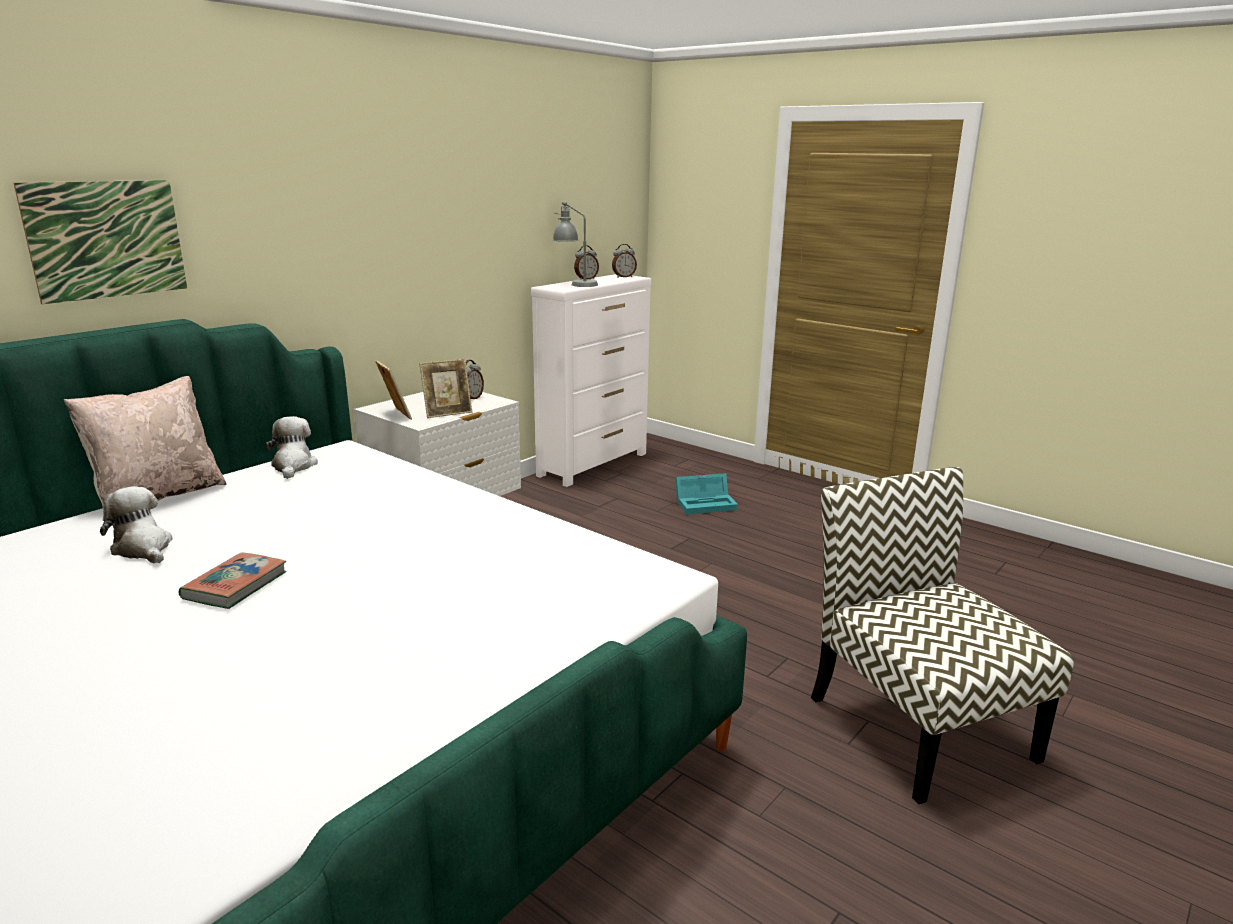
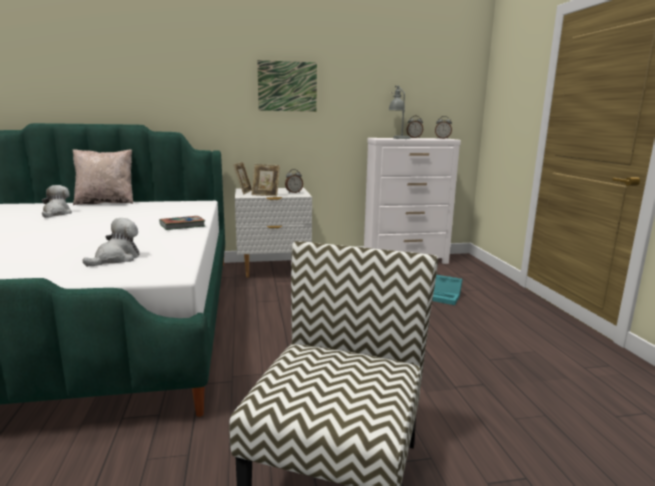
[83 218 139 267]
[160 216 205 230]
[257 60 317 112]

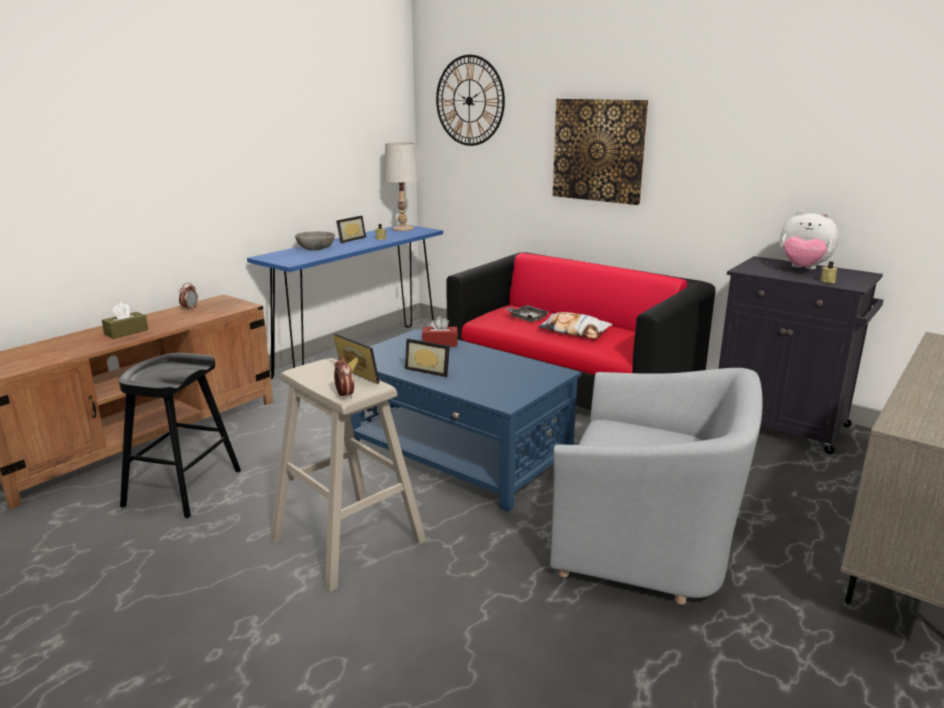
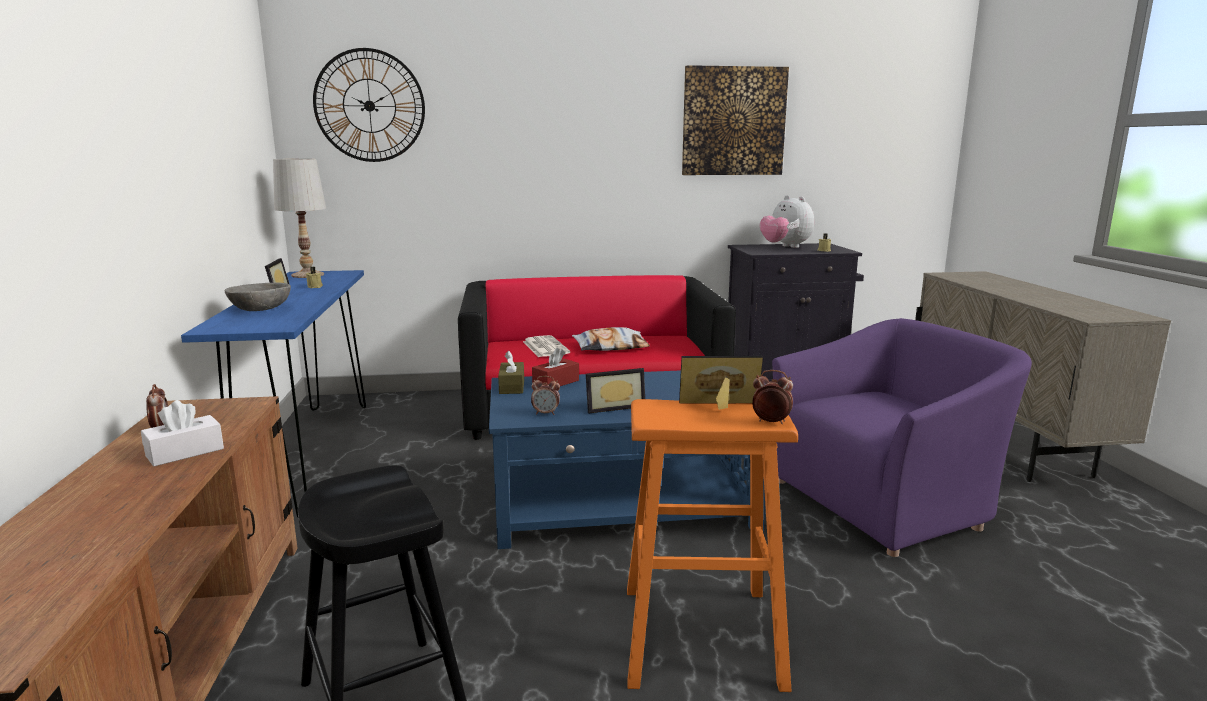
[141 400 224 466]
[498 350 524 394]
[523 335 570 357]
[531 376 560 415]
[627 399 798 692]
[682 65 789 175]
[760 195 814 248]
[772 318 1032 557]

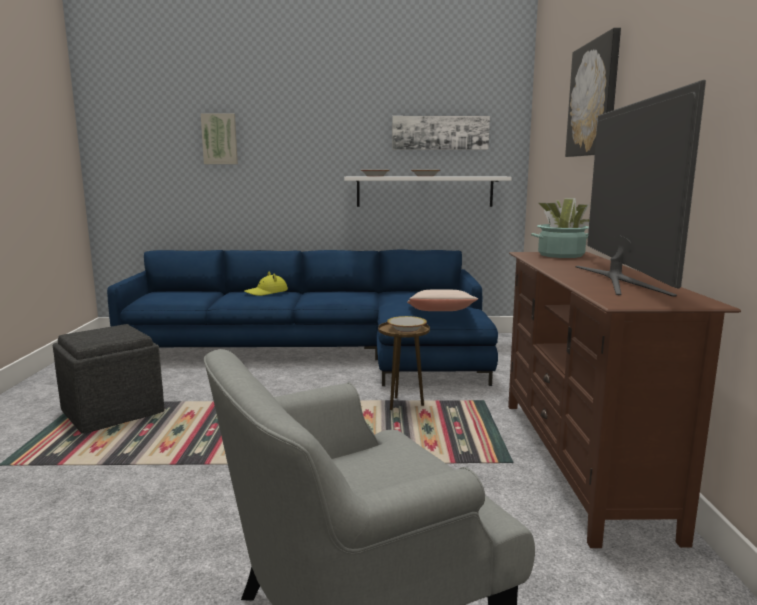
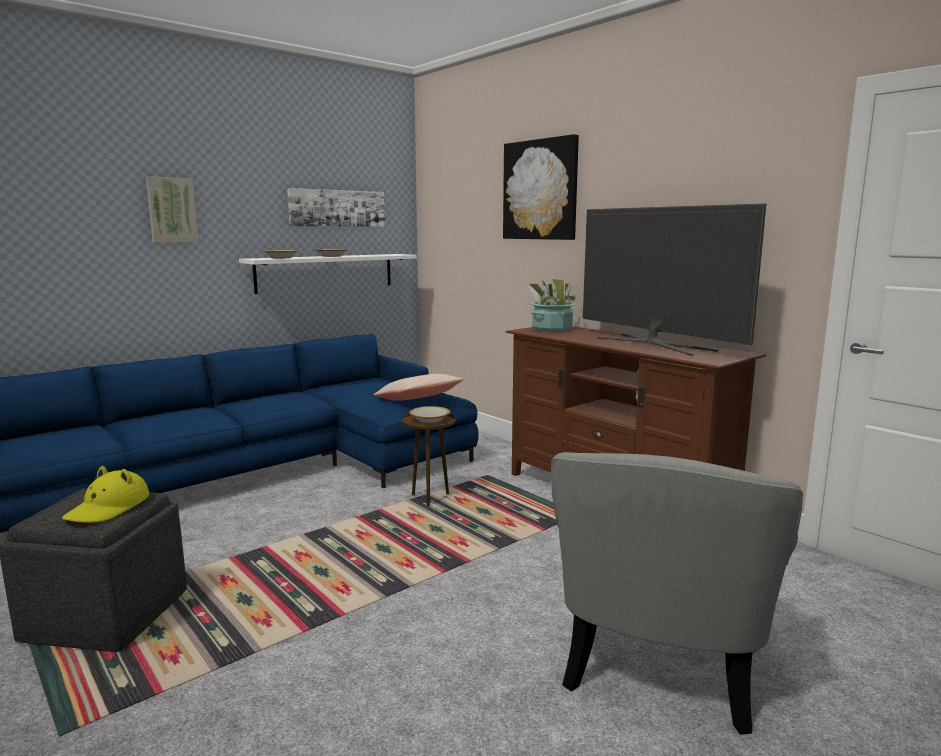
[62 466 150 523]
[146 176 198 243]

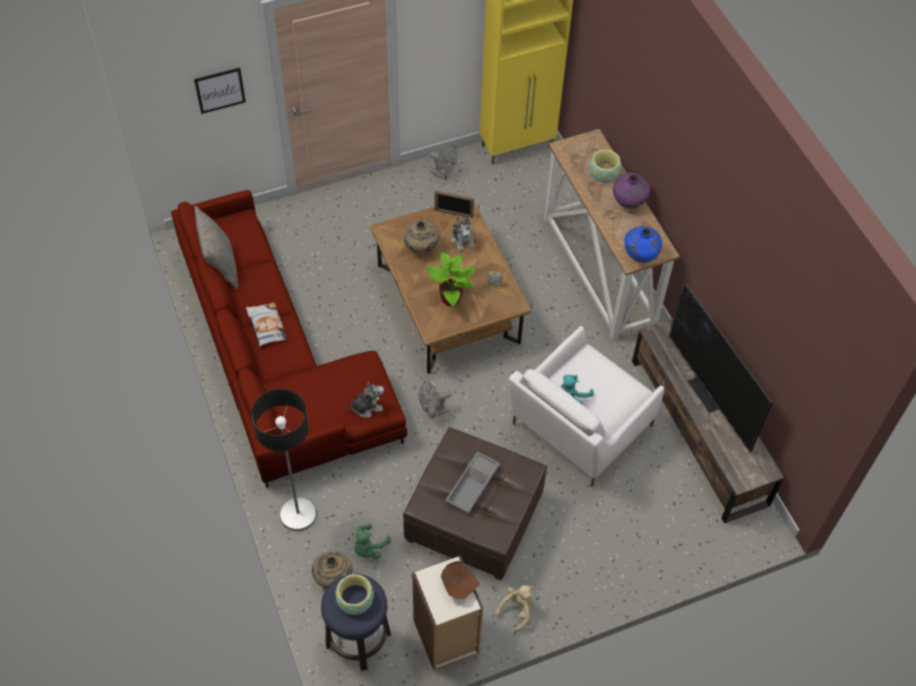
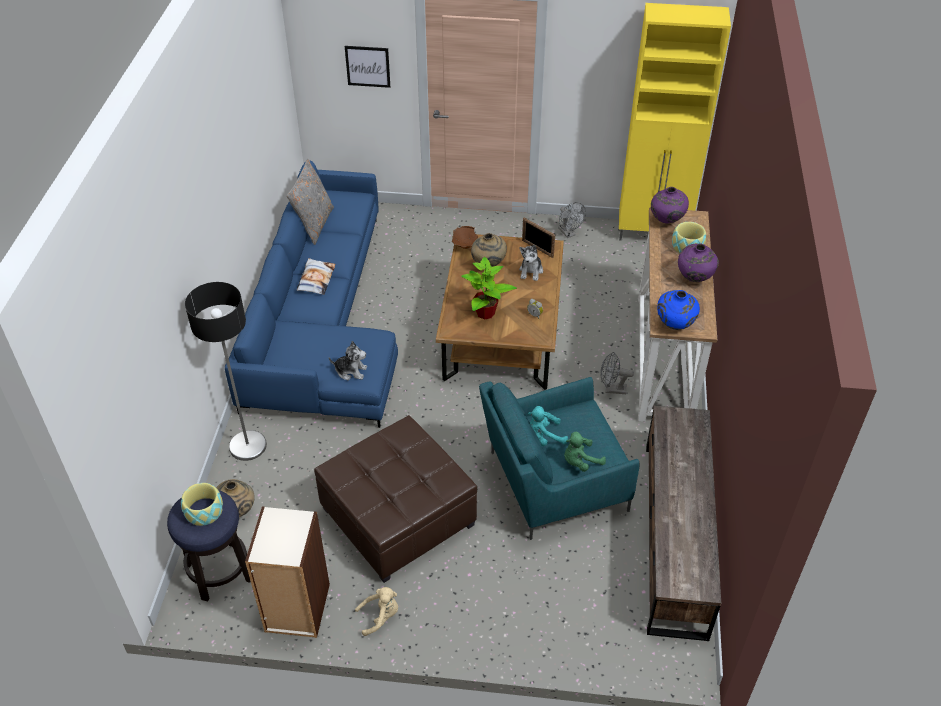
[225 161 398 428]
[452 226 478 249]
[479 377 639 540]
[564 432 606 472]
[600 352 634 394]
[651 187 689 223]
[445 451 500 515] (first image)
[669 282 772 453] (first image)

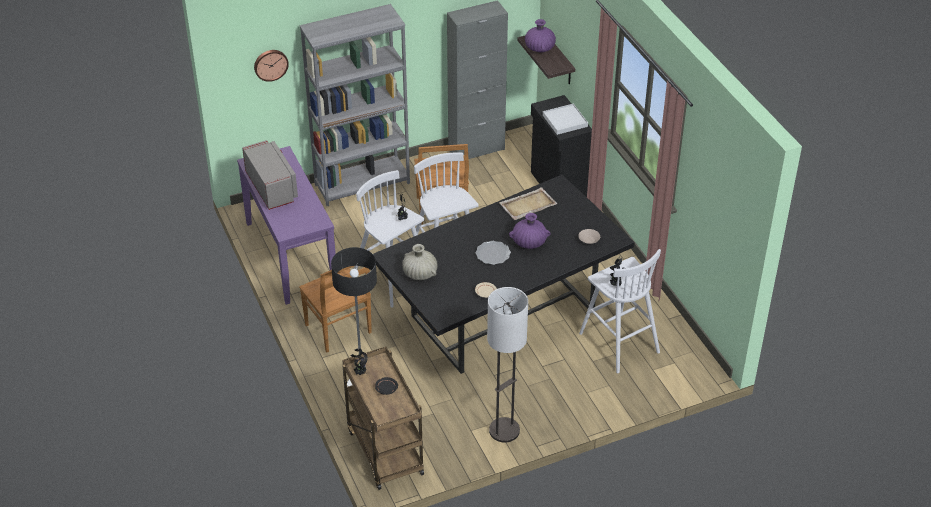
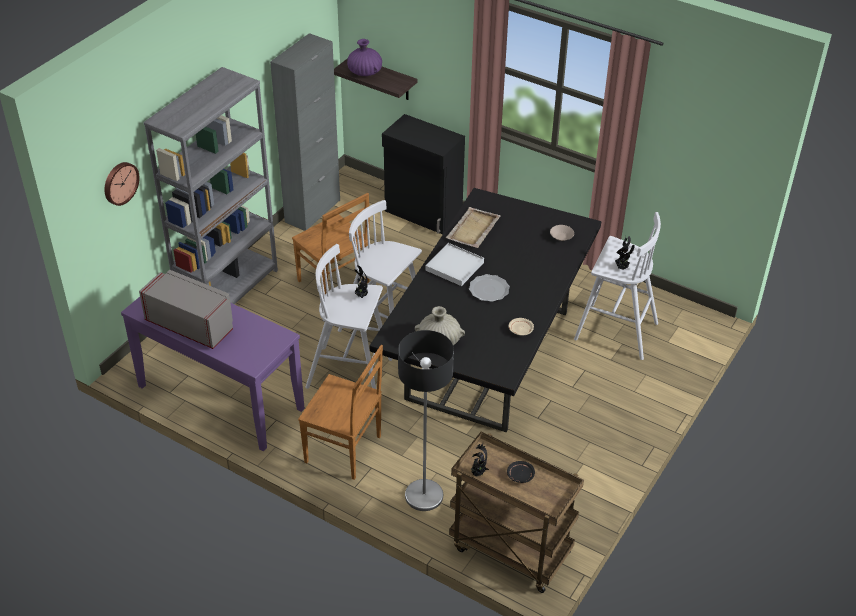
[426 243 484 286]
[487 287 528 443] (first image)
[509 213 550 249] (first image)

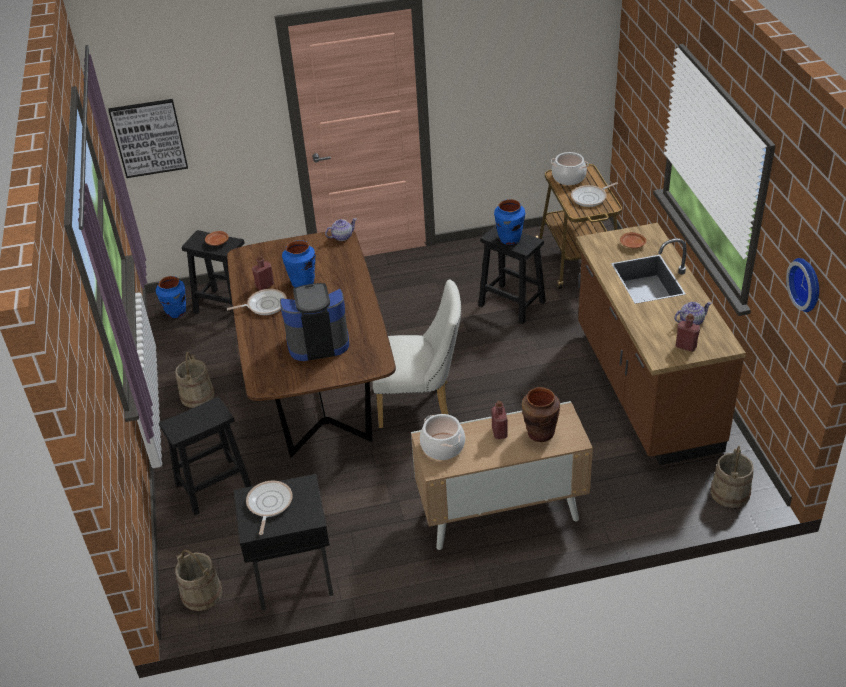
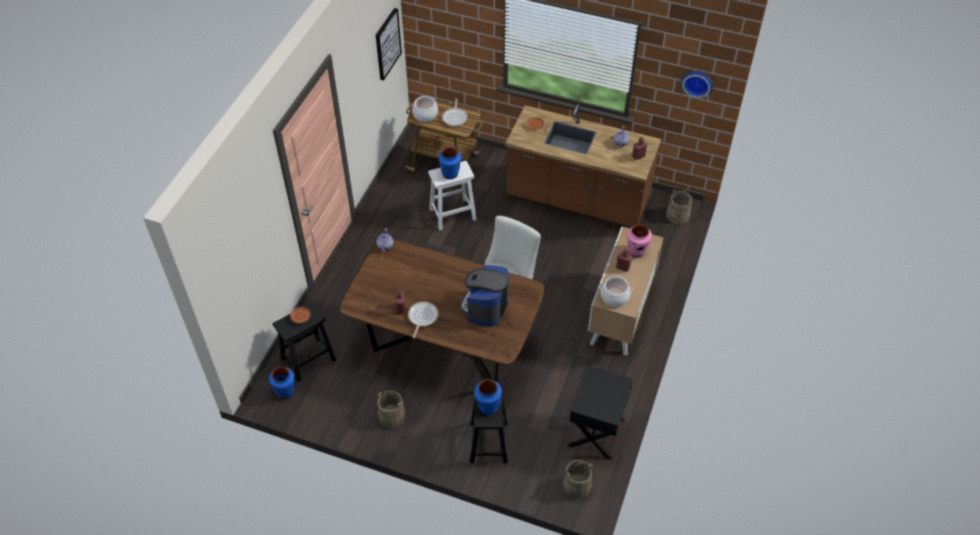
[376 8 402 80]
[428 161 477 230]
[475 379 502 415]
[627 224 652 258]
[246 481 293 535] (first image)

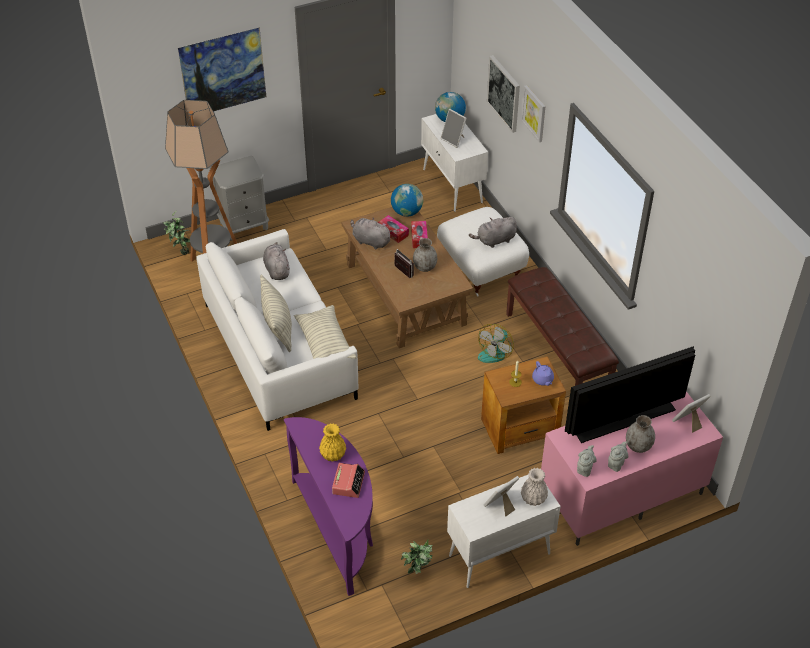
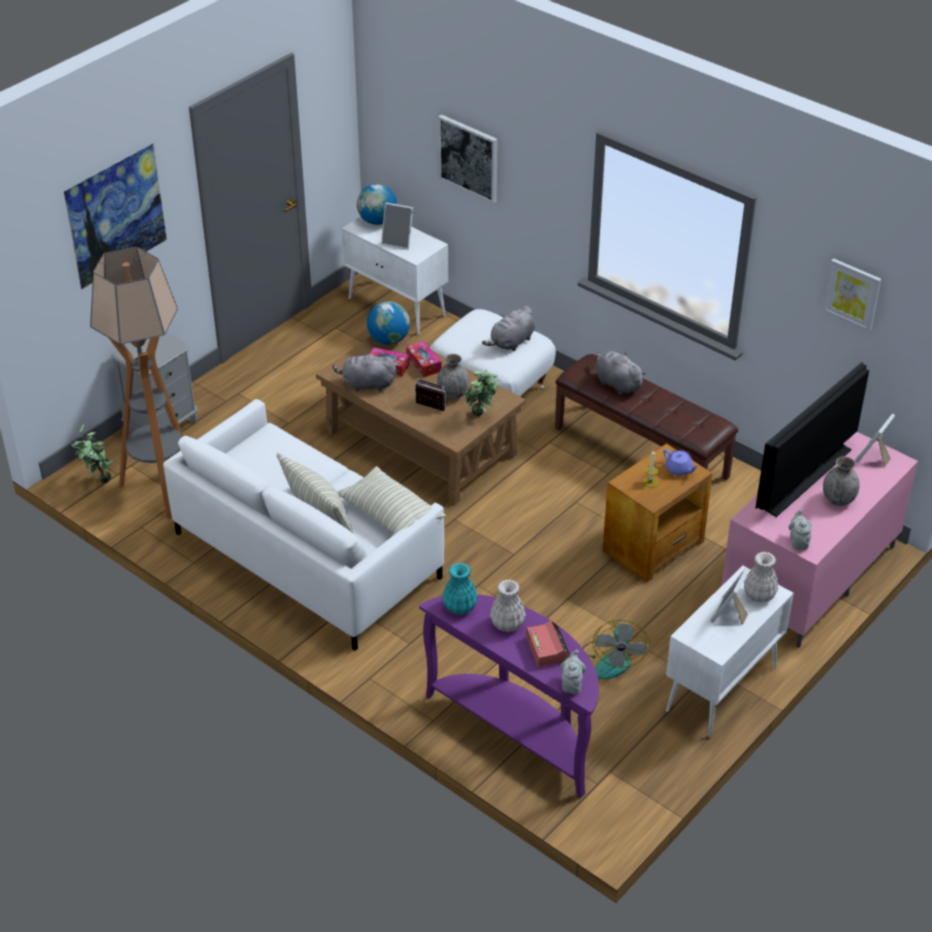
[442 563 477 615]
[463 370 500 416]
[490 579 526 632]
[560 650 586 694]
[583 619 650 679]
[595 351 646 395]
[823 258 881 332]

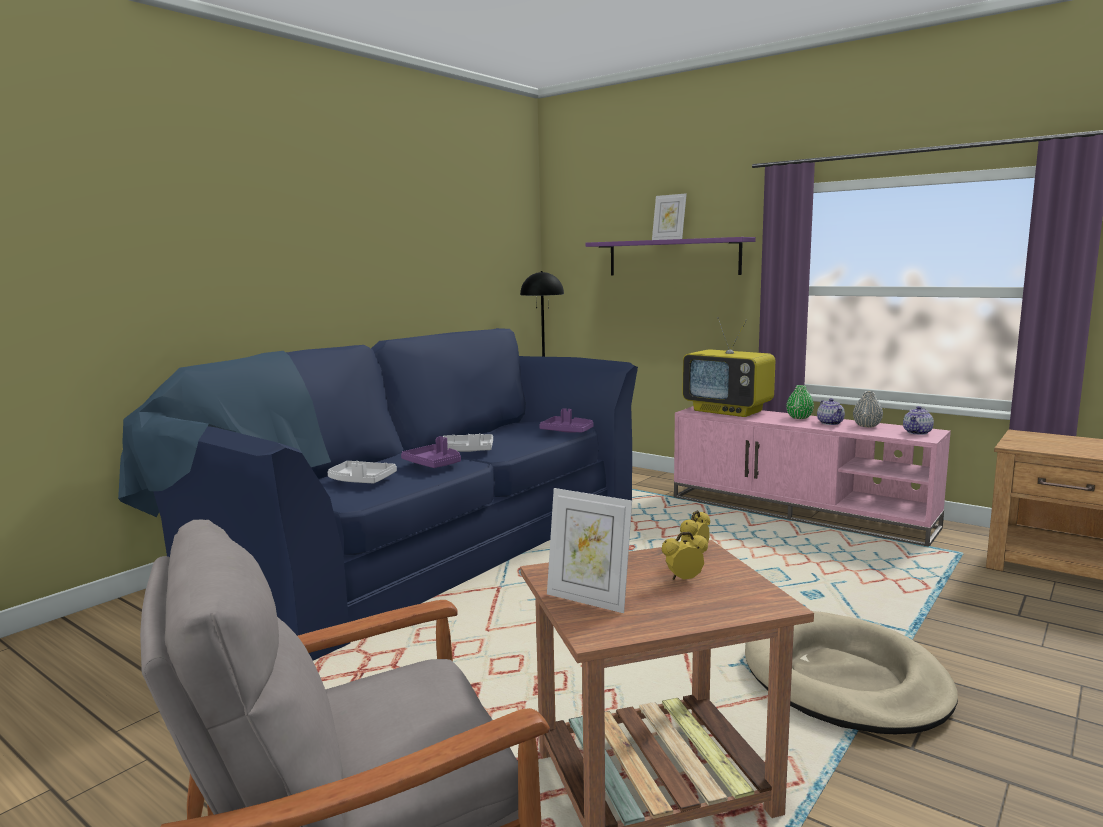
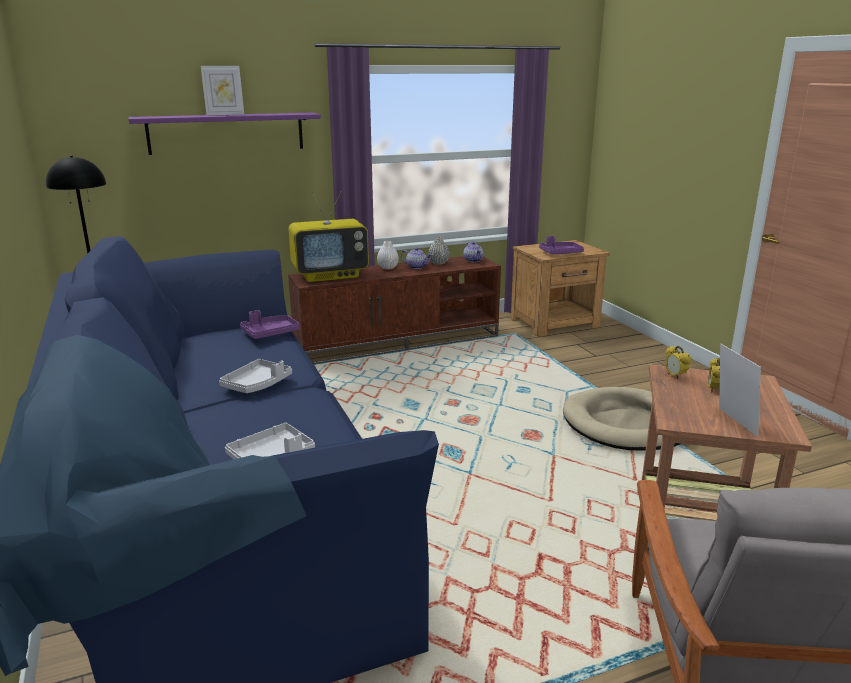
[288 256 501 364]
[377 241 399 270]
[539 236 584 254]
[720 344 761 437]

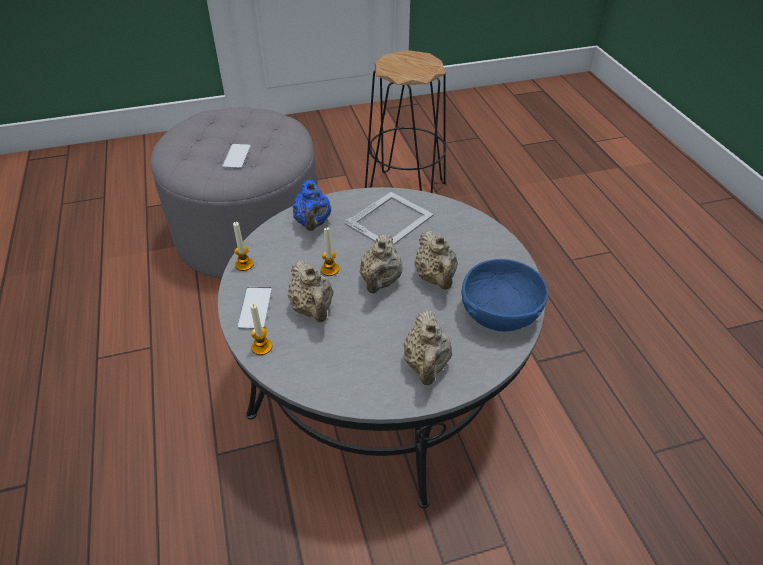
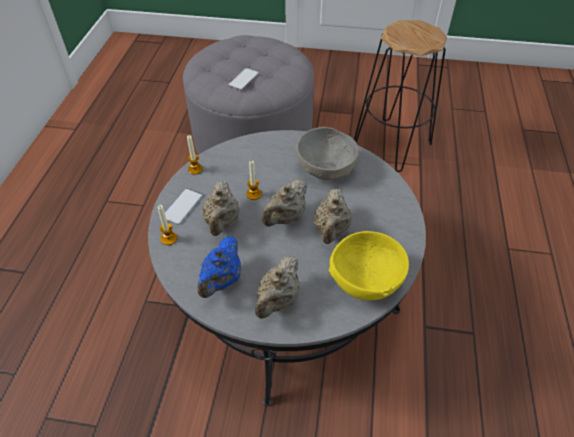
[198 236 241 298]
[295 127 359 180]
[329 231 409 300]

